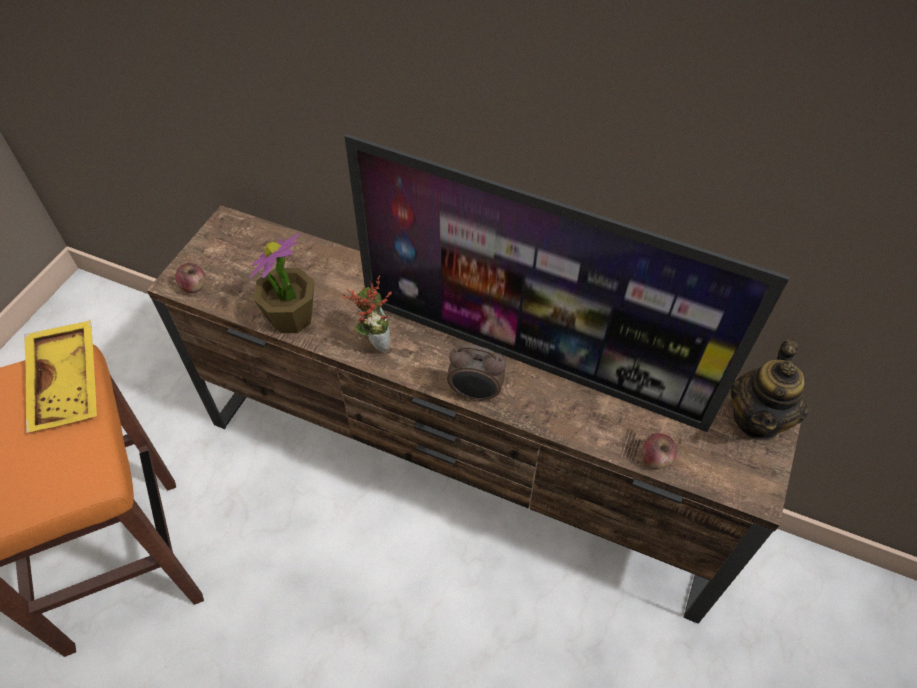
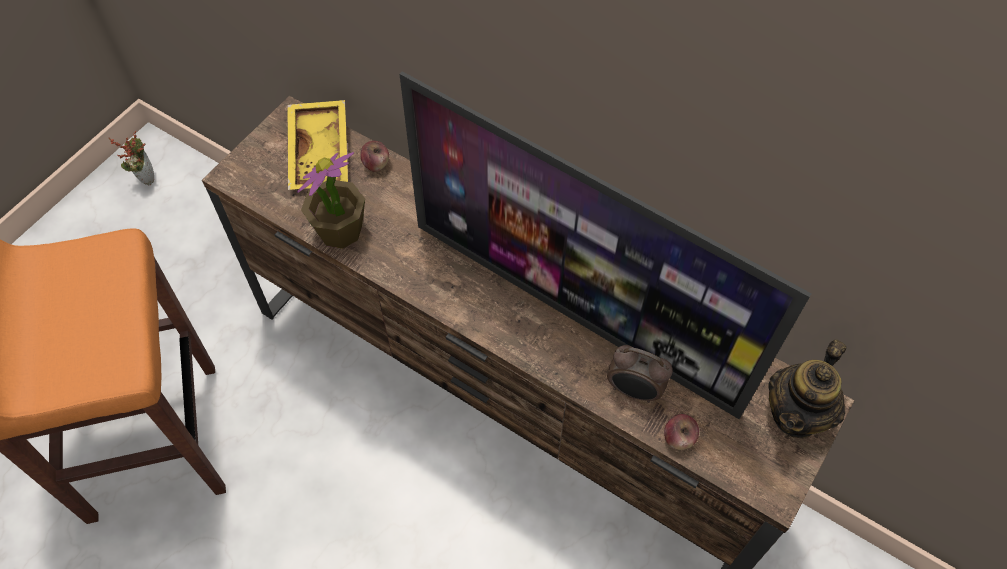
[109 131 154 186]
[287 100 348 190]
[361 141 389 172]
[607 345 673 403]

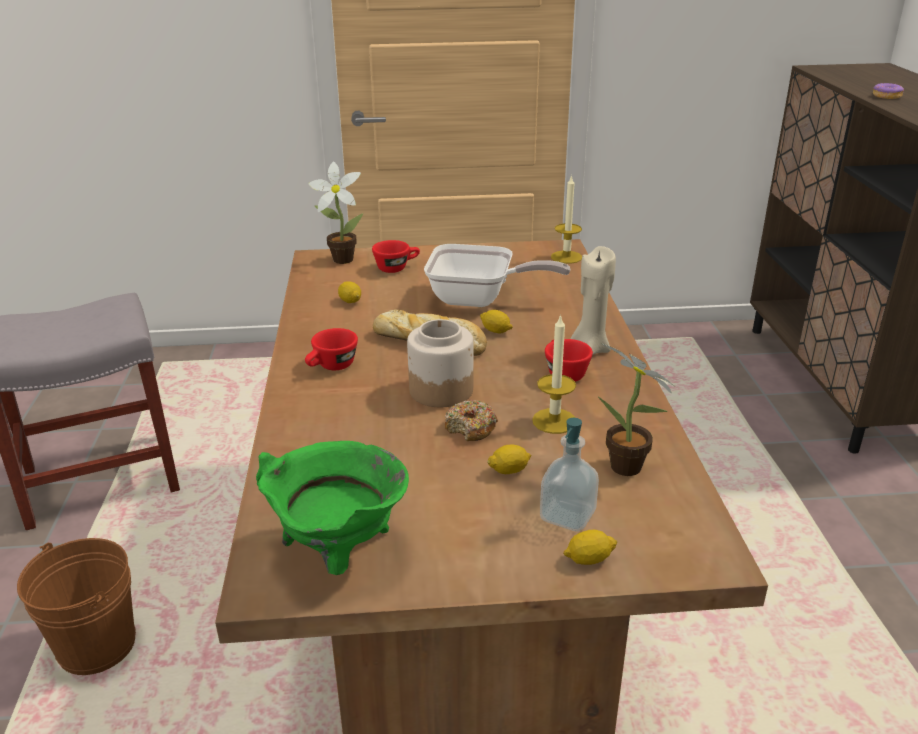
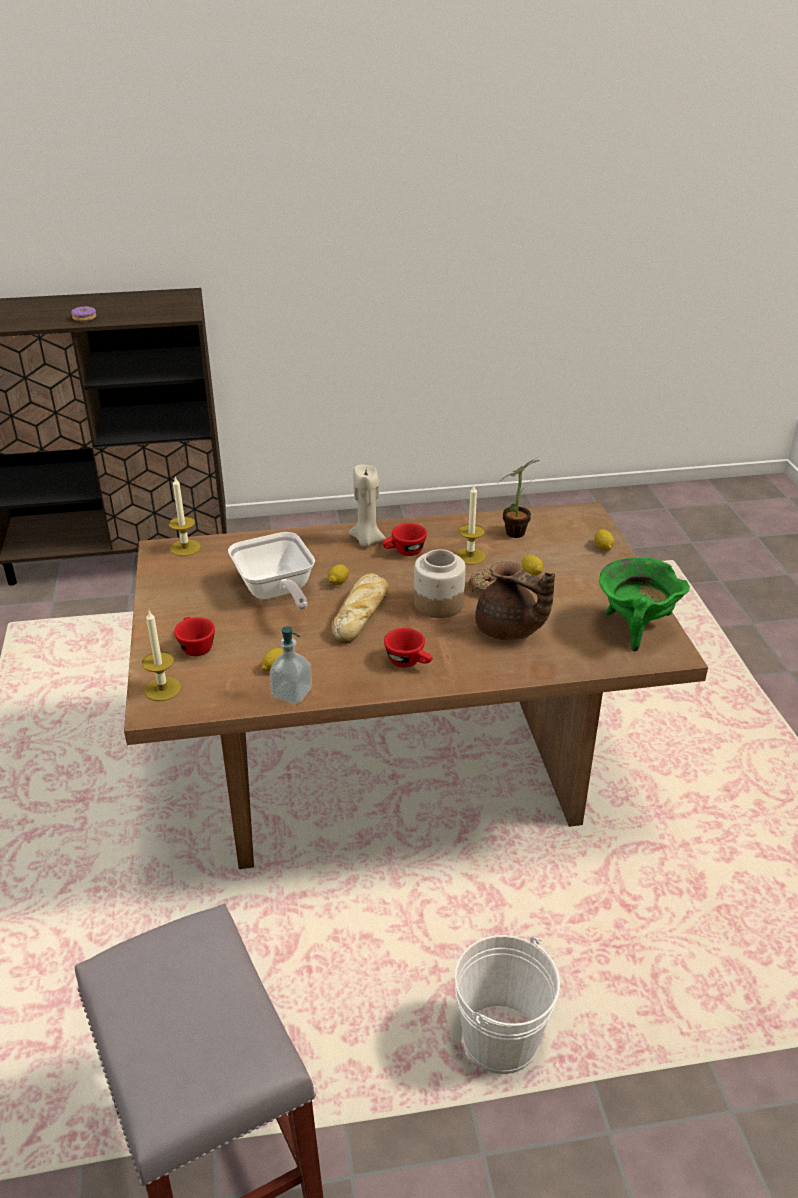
[142 611 181 701]
[228 532 315 610]
[269 626 312 704]
[455 935 560 1074]
[475 562 555 641]

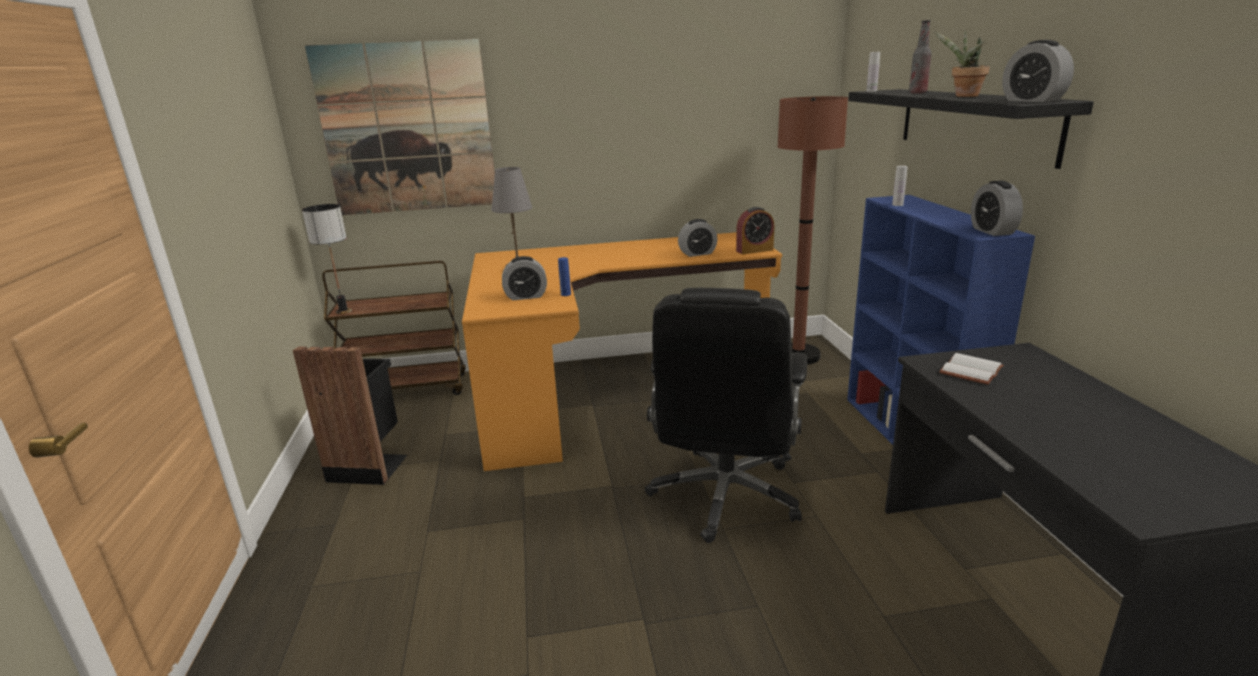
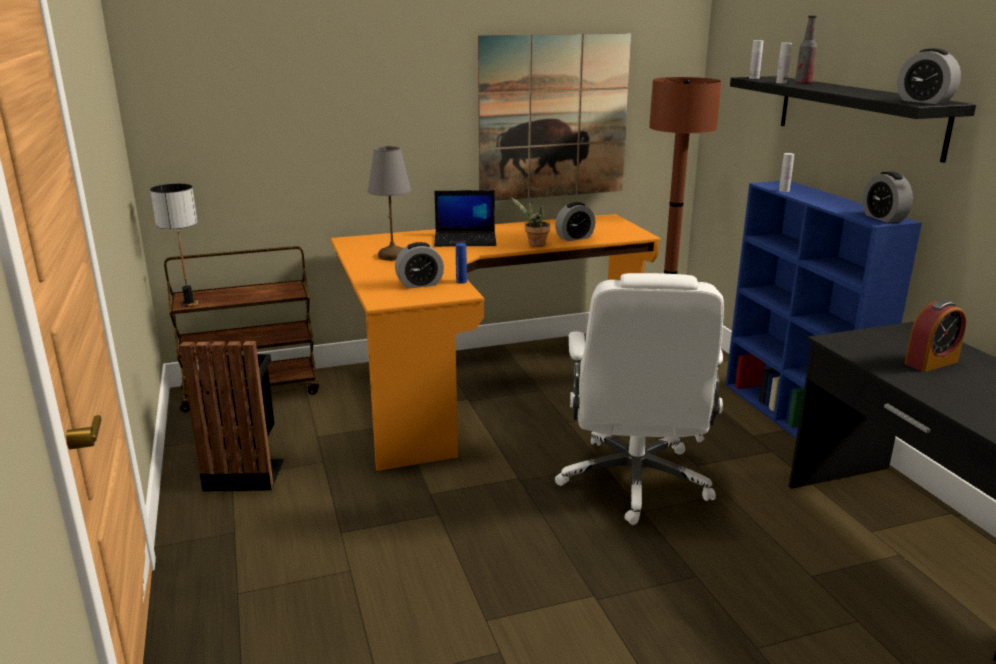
[434 190 496 247]
[478 33 631 201]
[510 196 550 247]
[555 273 724 525]
[776 43 792 83]
[905 300 967 372]
[939 353 1004 385] (first image)

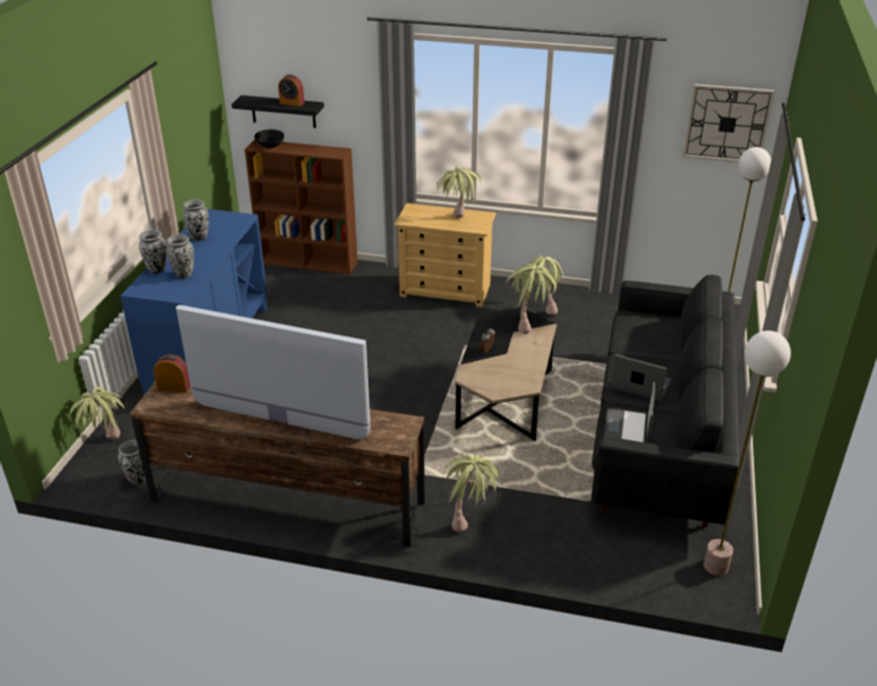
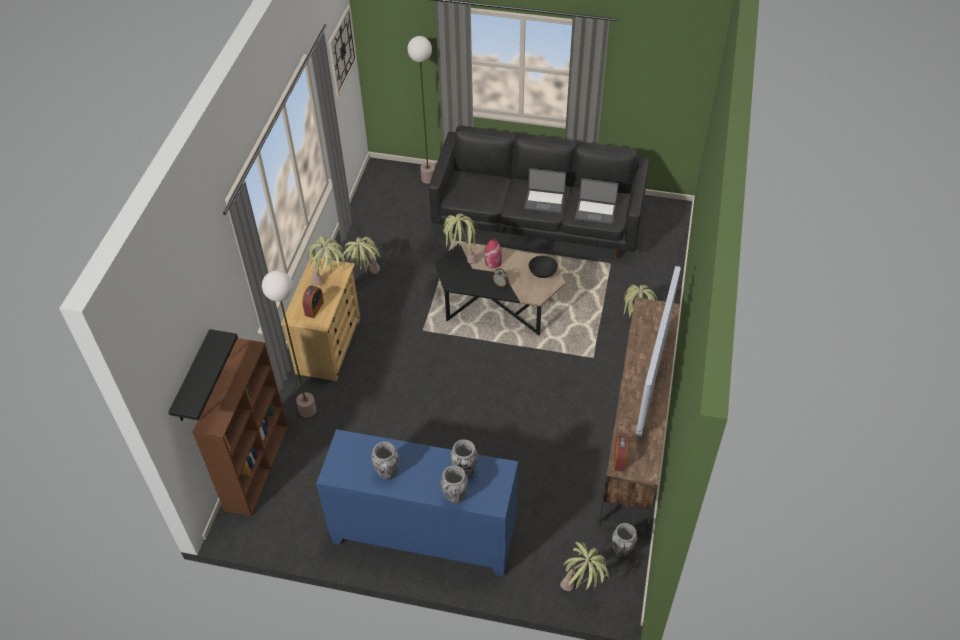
[262 270 316 418]
[302 286 324 318]
[485 238 502 268]
[524 168 566 214]
[529 255 558 278]

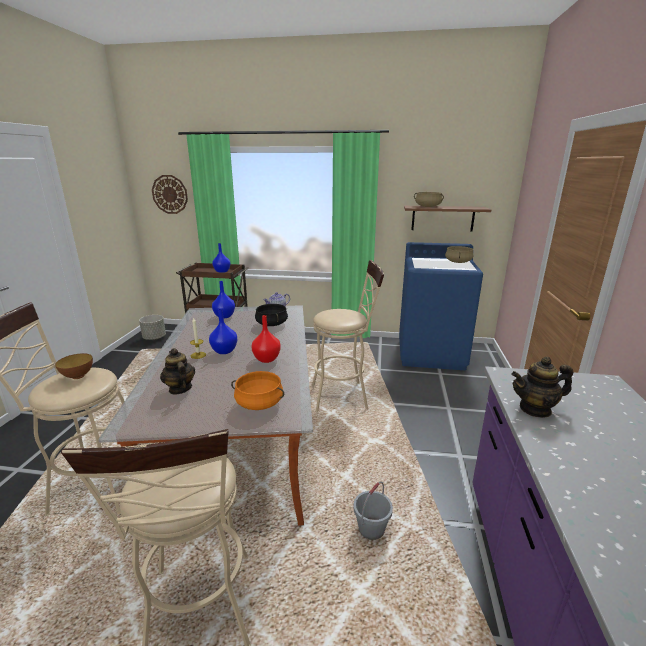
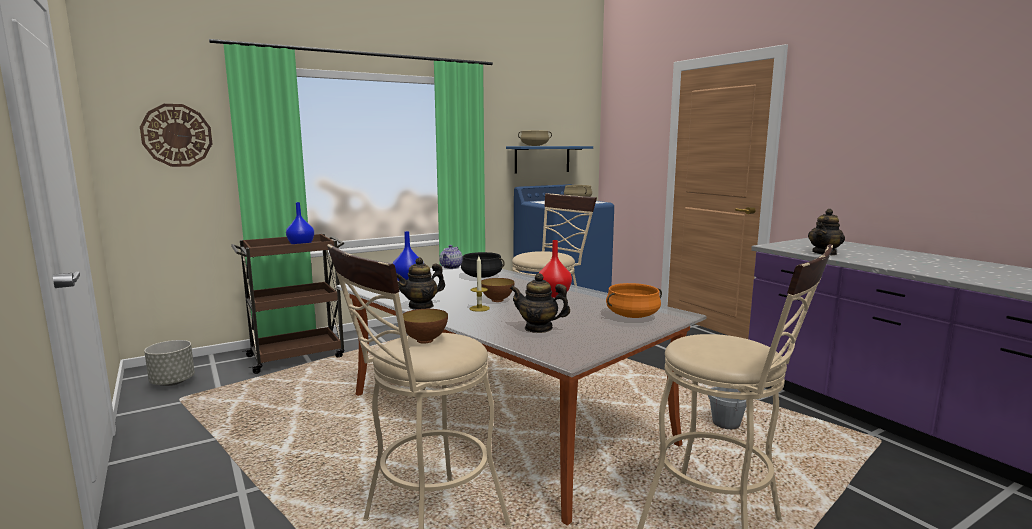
[396 257 445 310]
[481 278 515 302]
[506 146 593 174]

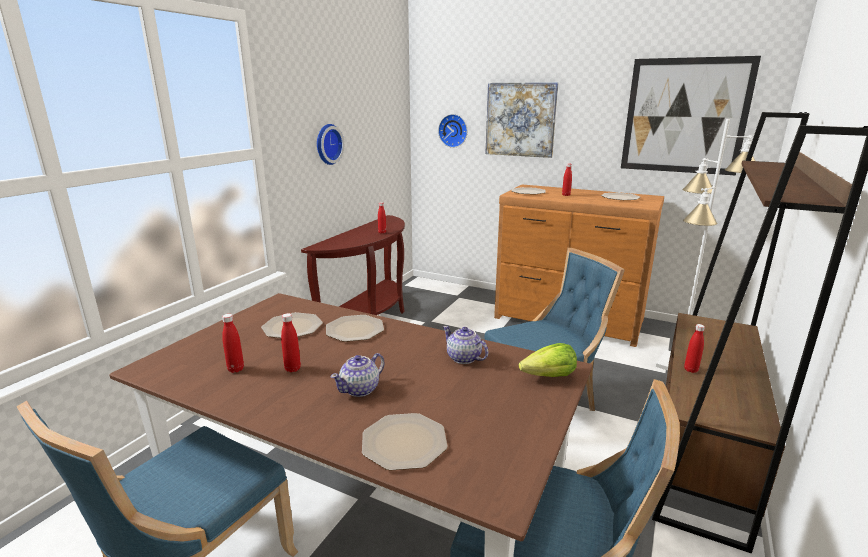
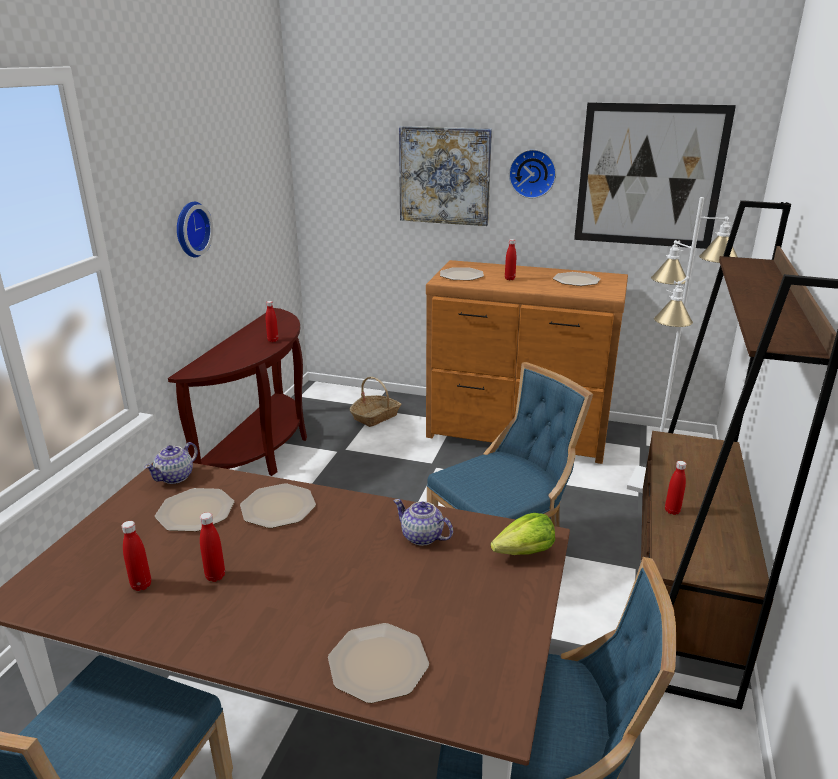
[144 442 198 484]
[350 377 401 427]
[509 149 556 198]

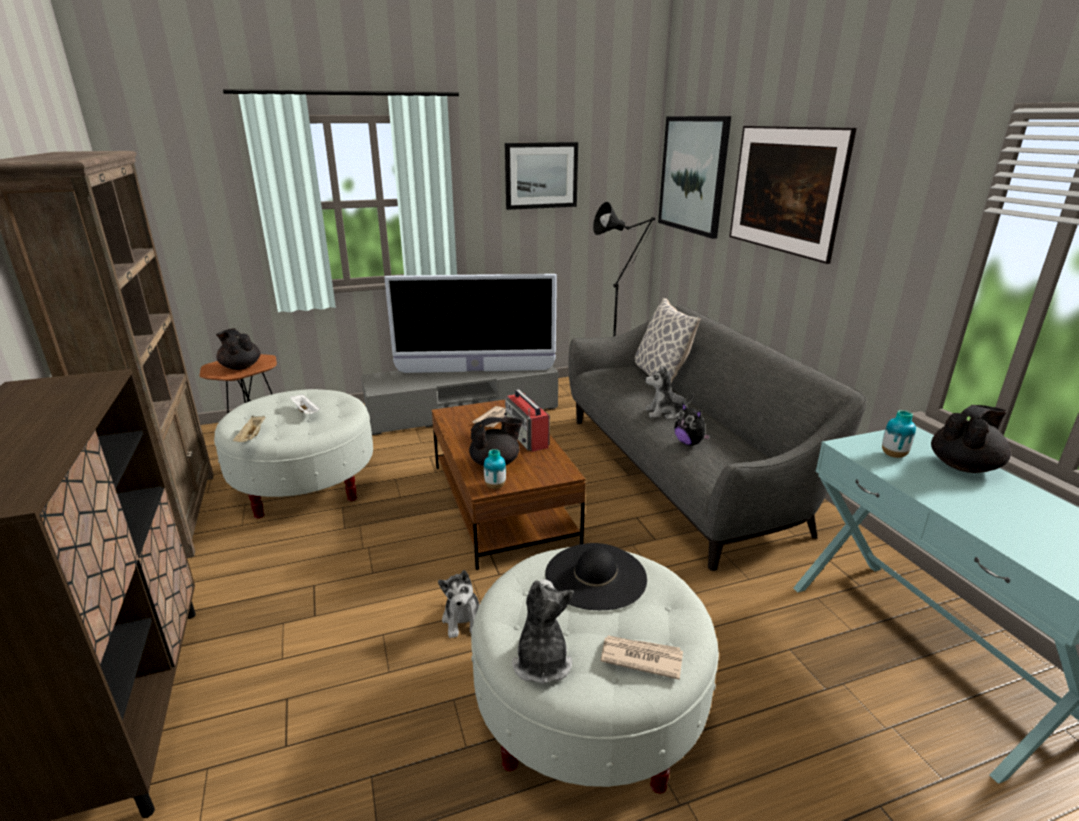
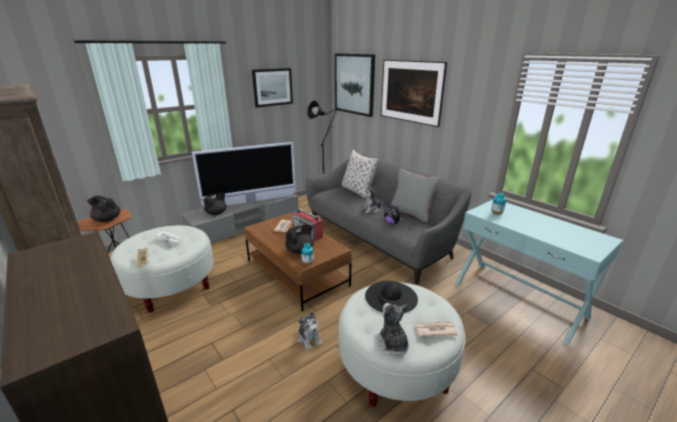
[204 193 227 215]
[390 168 439 222]

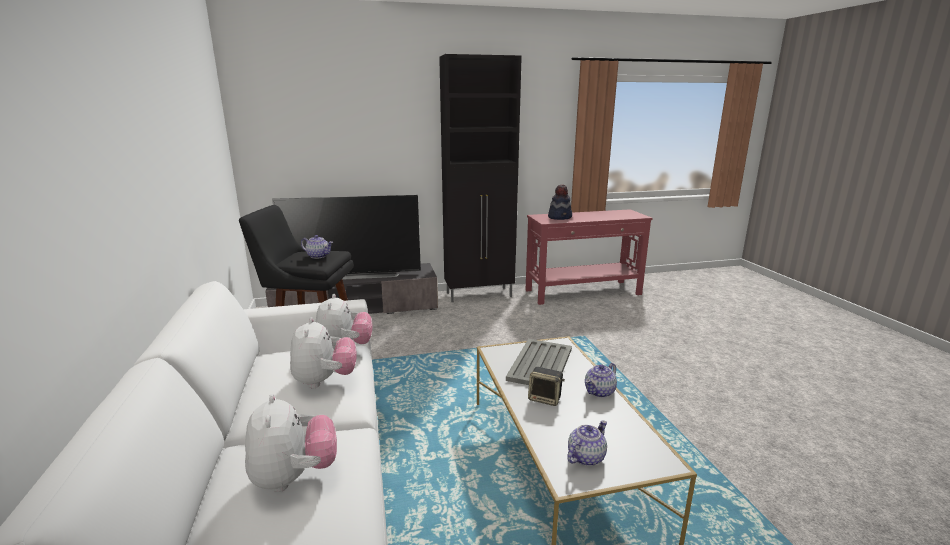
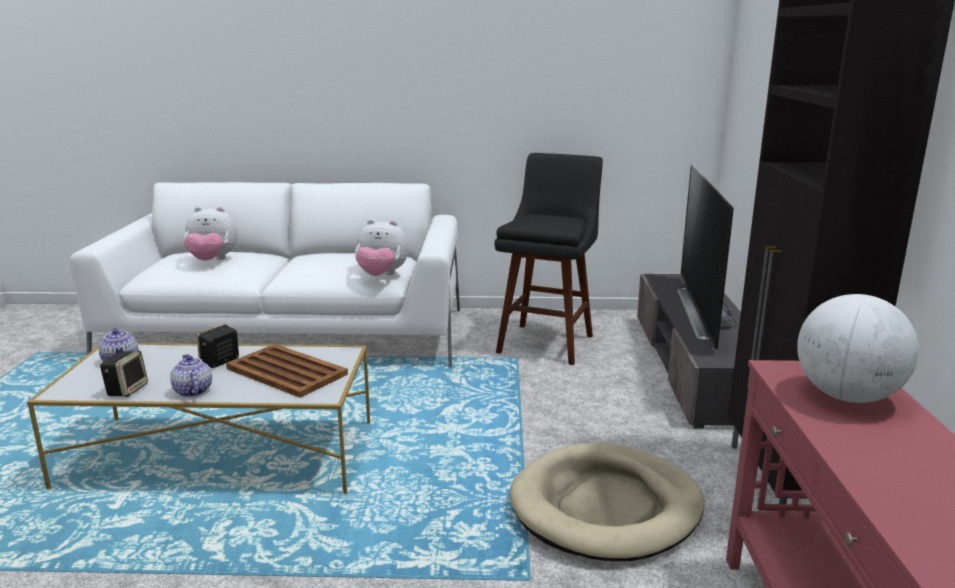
[100 350 148 397]
[226 344 348 398]
[509 442 704 561]
[797 294 919 403]
[290 317 357 388] (first image)
[301 235 333 259] (first image)

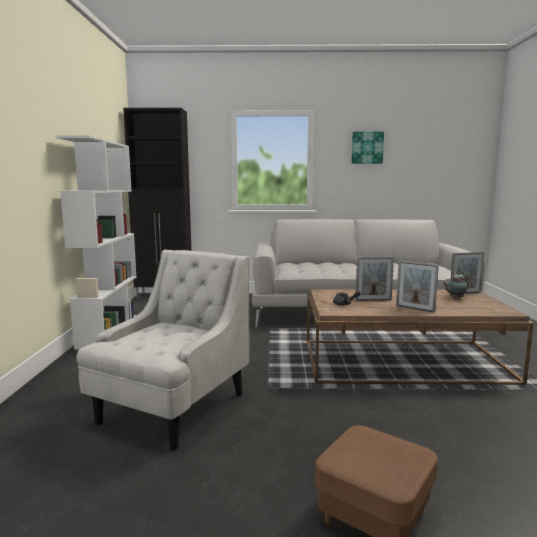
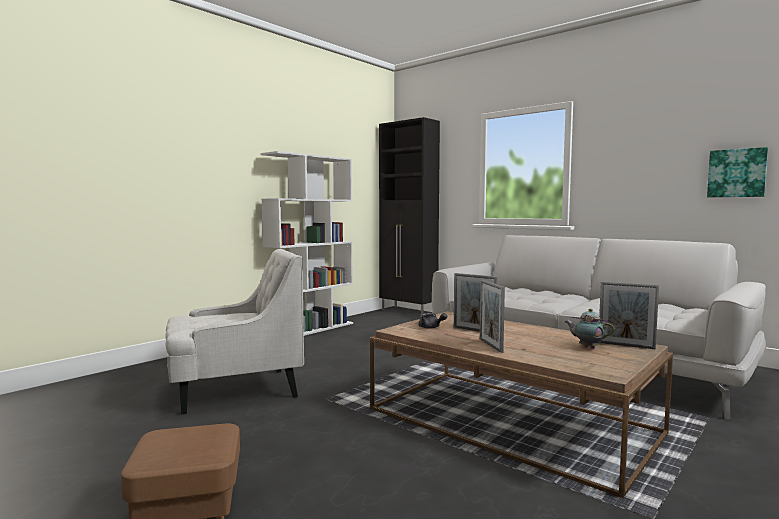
[707 147 768 197]

